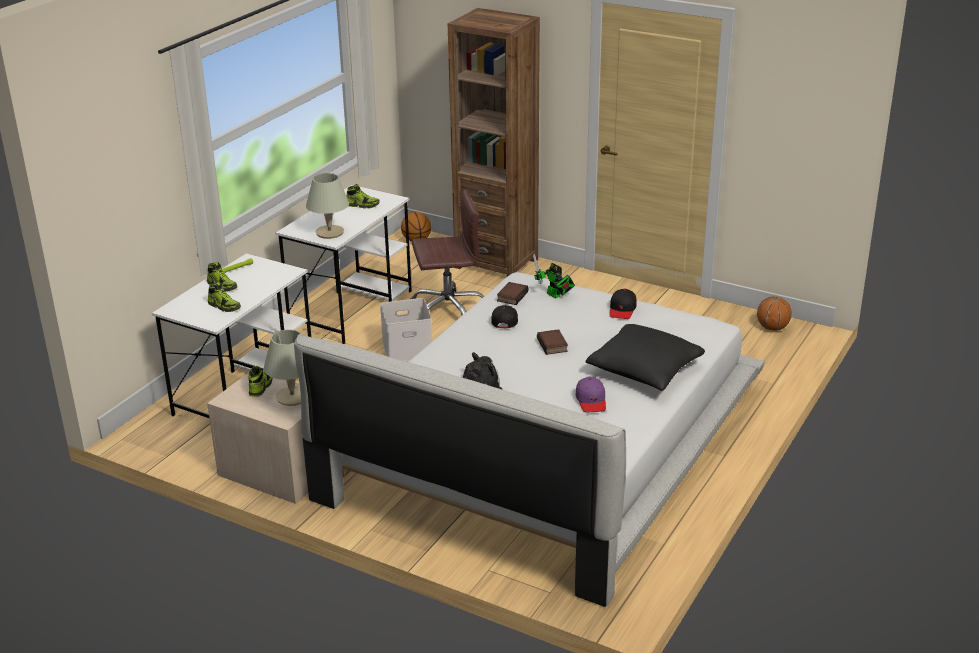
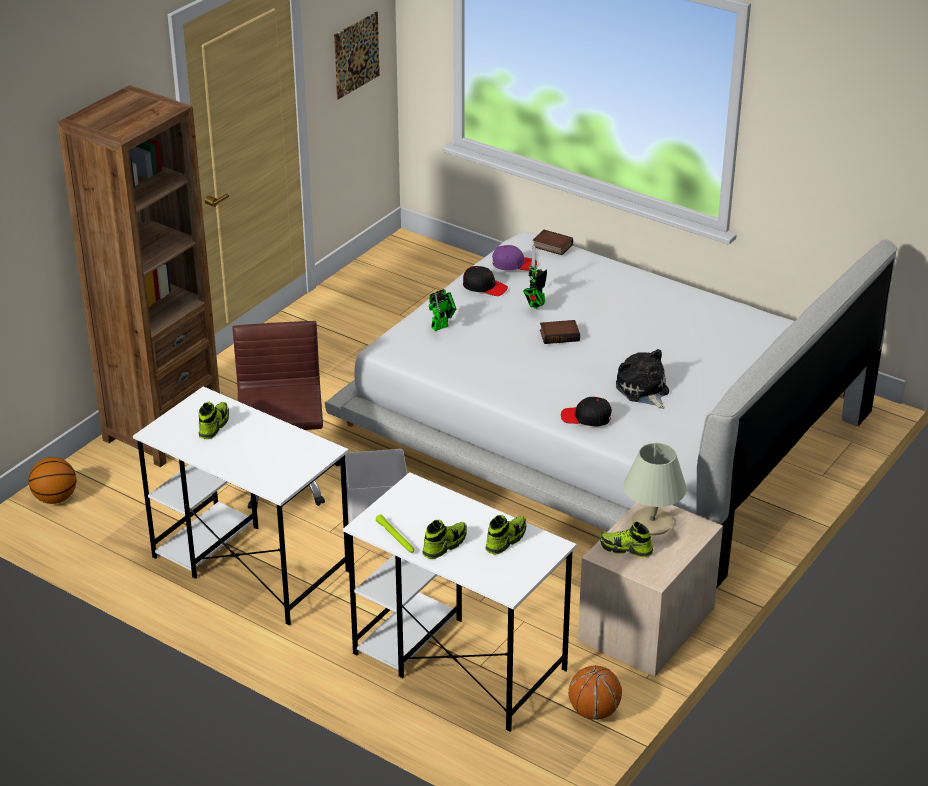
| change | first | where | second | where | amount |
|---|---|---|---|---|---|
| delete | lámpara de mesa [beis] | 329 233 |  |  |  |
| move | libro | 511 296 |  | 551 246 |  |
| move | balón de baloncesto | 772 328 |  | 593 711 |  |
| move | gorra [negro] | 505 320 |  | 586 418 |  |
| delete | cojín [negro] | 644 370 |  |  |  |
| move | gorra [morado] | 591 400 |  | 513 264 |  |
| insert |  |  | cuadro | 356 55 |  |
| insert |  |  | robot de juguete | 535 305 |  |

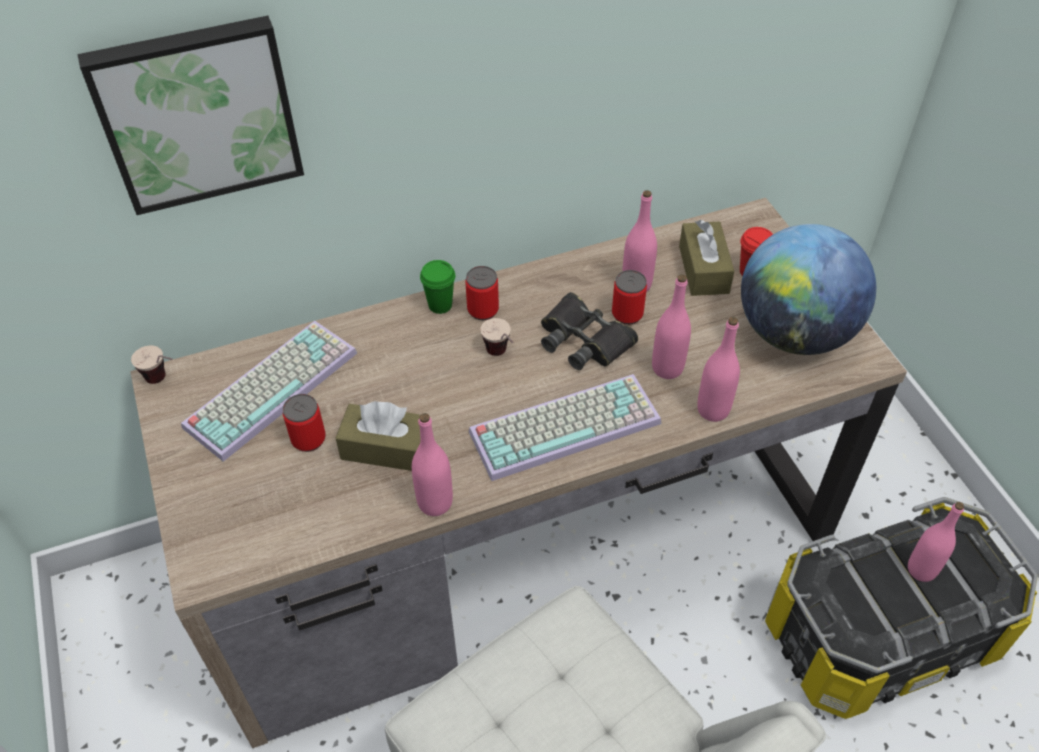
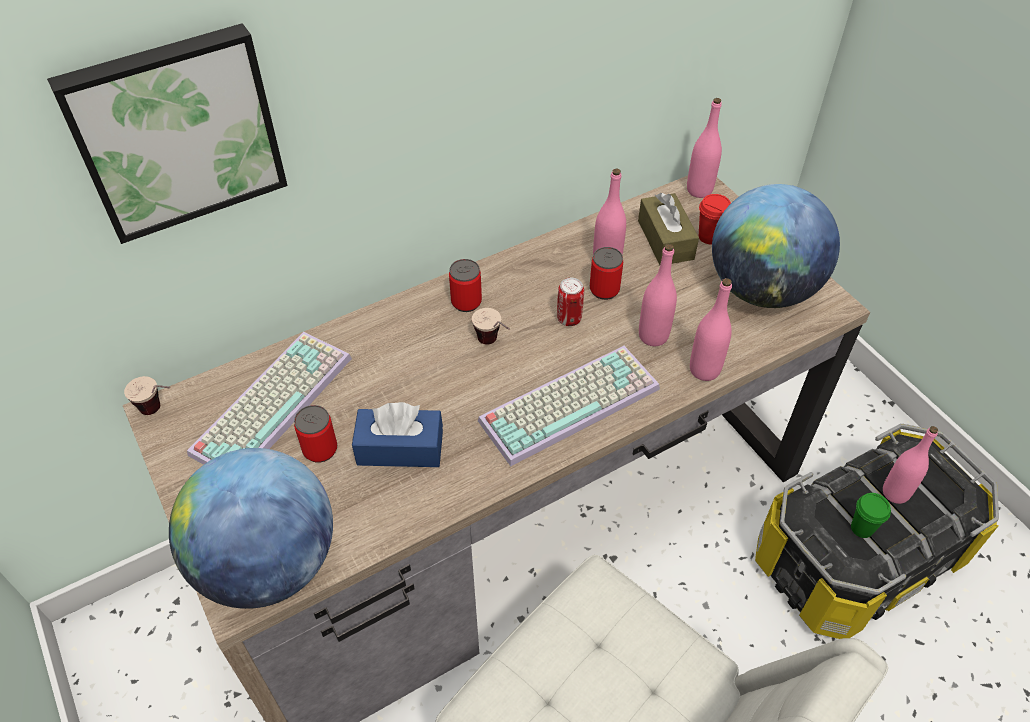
| change | first | where | second | where | amount |
|---|---|---|---|---|---|
| move | taza [verde] | 440 305 |  | 862 528 |  |
| replace | prismáticos [negro] | 584 340 | lata | 569 319 |  |
| recolor | caja de pañuelos [marrón] | 386 448 | caja de pañuelos [azul] | 400 448 |  |
| move | botella [rosa] | 435 502 |  | 699 190 |  |
| insert |  |  | globo terráqueo | 268 564 |  |

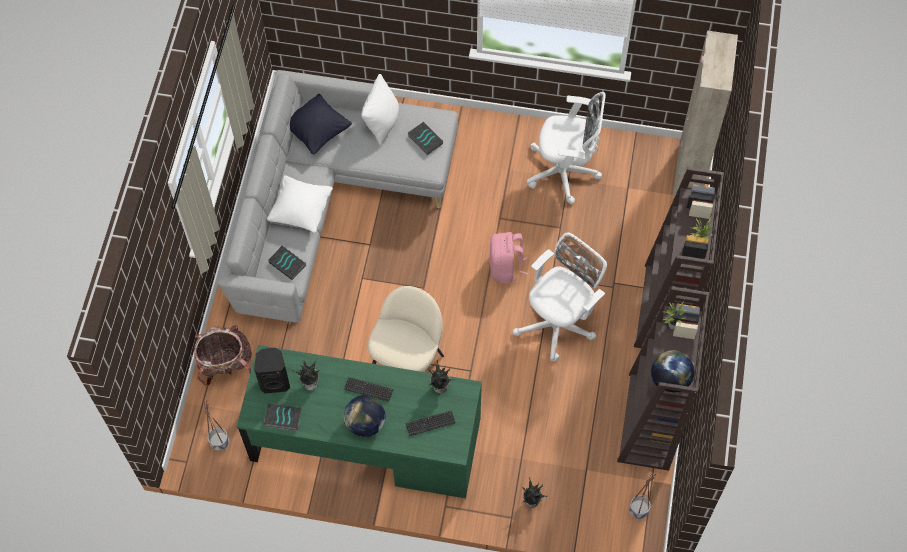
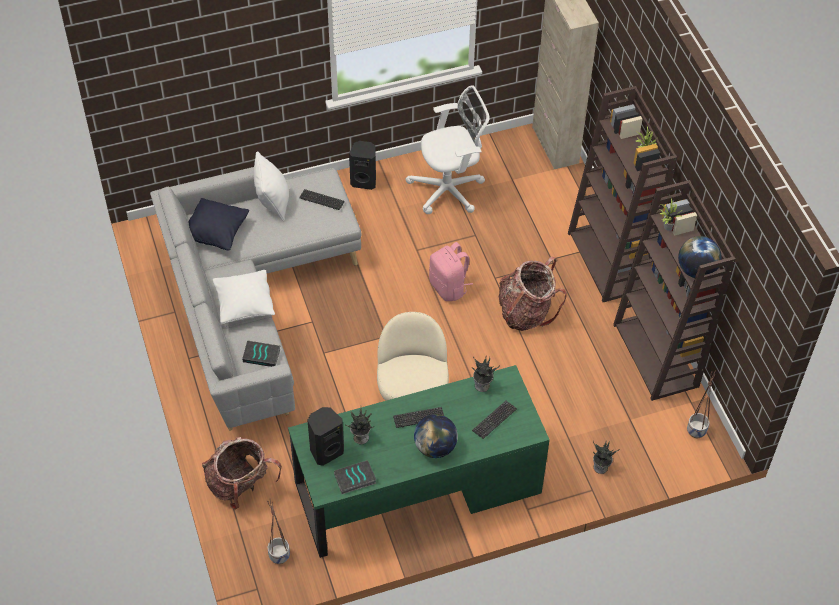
| change | first | where | second | where | amount |
|---|---|---|---|---|---|
| replace | libro | 424 140 | teclado | 322 200 |  |
| replace | silla de oficina [blanco] | 559 323 | mochila | 526 312 |  |
| insert |  |  | altavoz [negro] | 364 181 |  |

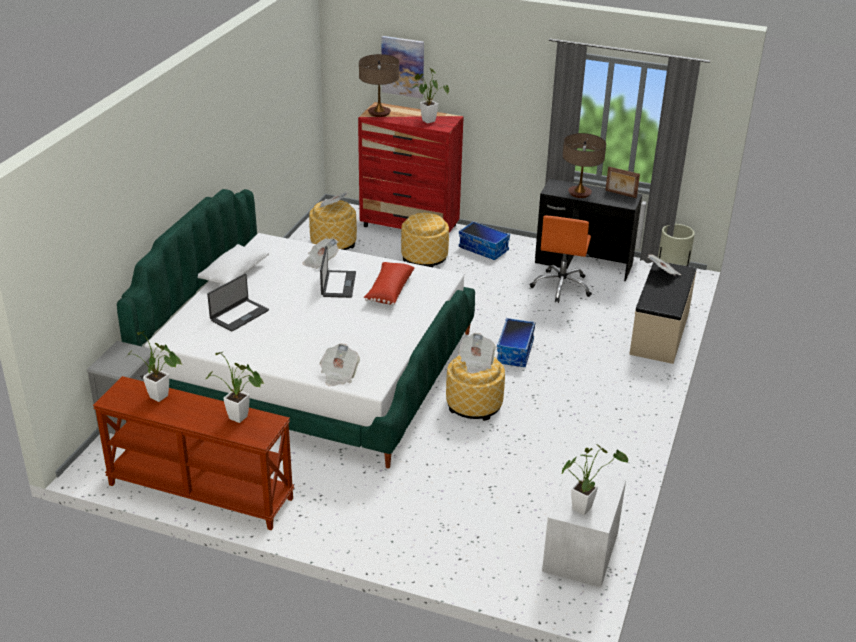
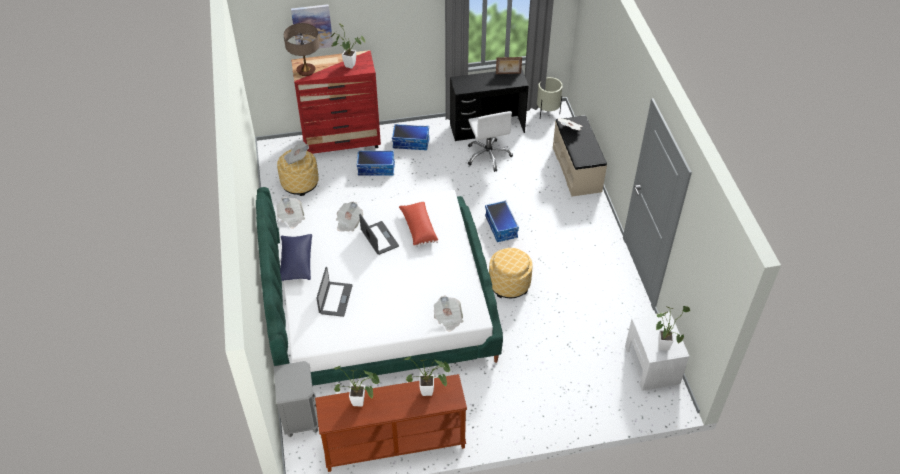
| change | first | where | second | where | amount |
|---|---|---|---|---|---|
| delete | lámpara de mesa | 579 193 |  |  |  |
| replace | puf | 424 257 | caja de almacenaje | 376 168 |  |
| recolor | silla de oficina [naranja] | 561 287 | silla de oficina [blanco] | 488 155 |  |
| recolor | cojín [blanco] | 233 274 | cojín [azul] | 296 263 |  |
| move | periódico | 476 362 |  | 291 217 |  |

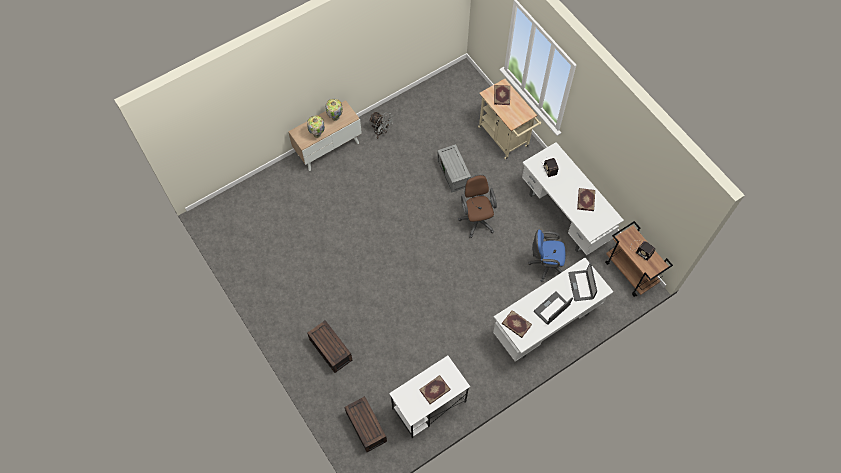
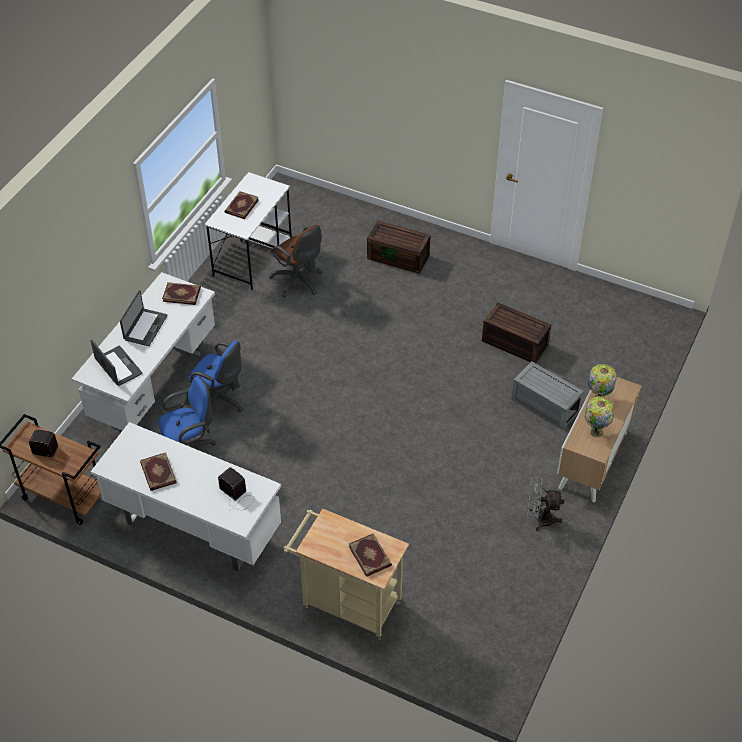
| change | first | where | second | where | amount |
|---|---|---|---|---|---|
| move | caja de almacenaje [gris] | 454 173 |  | 544 405 |  |
| move | silla de oficina [marrón] | 476 219 |  | 299 282 |  |
| move | caja de almacenaje [marrón] | 367 427 |  | 513 343 |  |
| insert |  |  | silla de oficina [azul] | 219 402 |  |

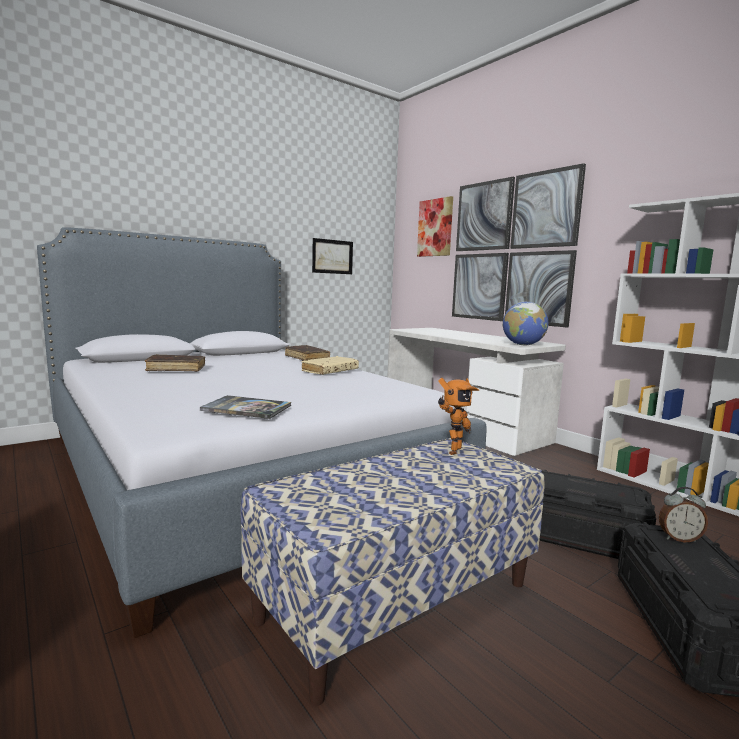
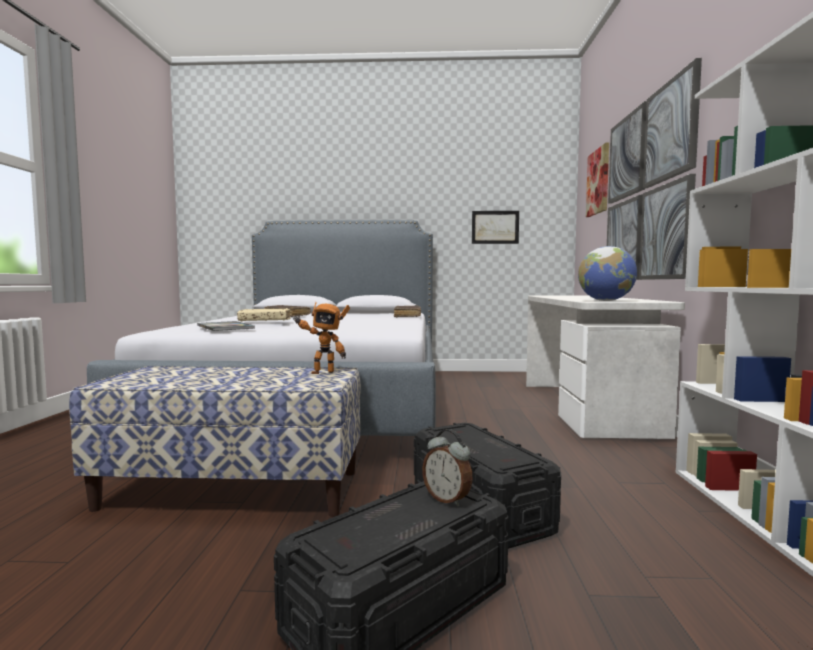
| change | first | where | second | where | amount |
|---|---|---|---|---|---|
| move | libro [beis] | 330 371 |  | 265 321 |  |

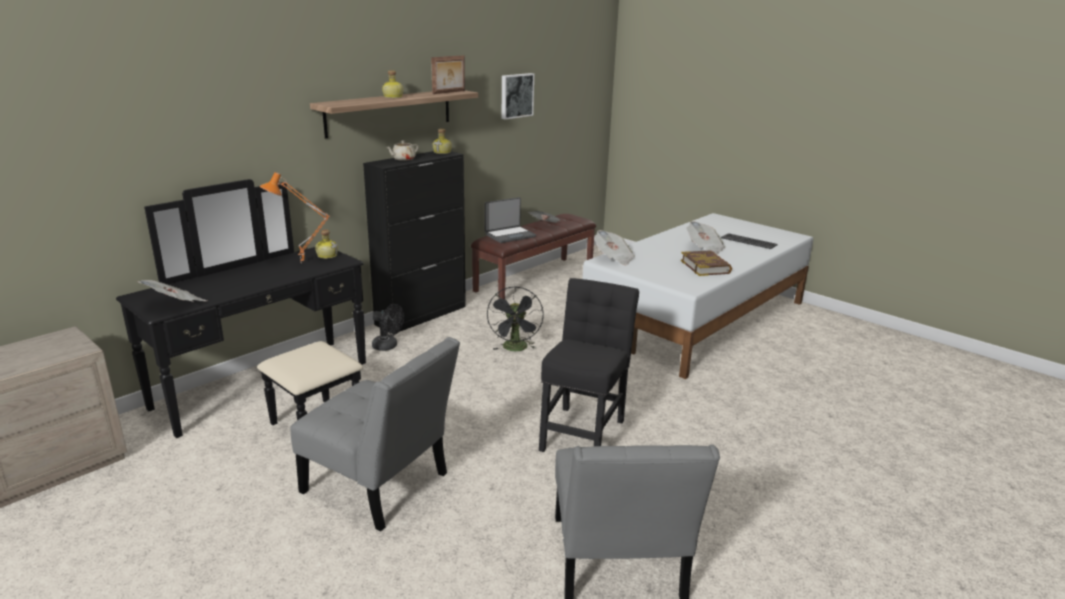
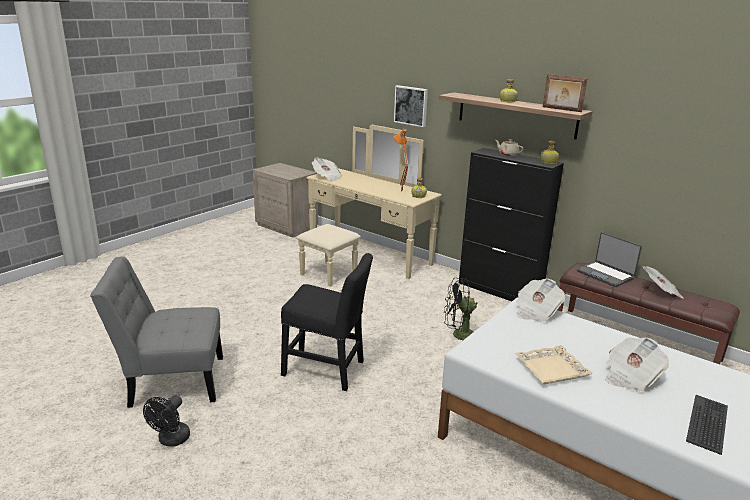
| change | first | where | second | where | amount |
|---|---|---|---|---|---|
| move | cuadro | 516 95 |  | 411 105 |  |
| recolor | cómoda [negro] | 275 393 | cómoda [beis] | 361 258 |  |
| replace | libro | 705 267 | bandeja [beis] | 551 369 |  |
| move | ventilador [negro] | 388 346 |  | 171 440 |  |
| delete | silla [gris] | 381 486 |  |  |  |

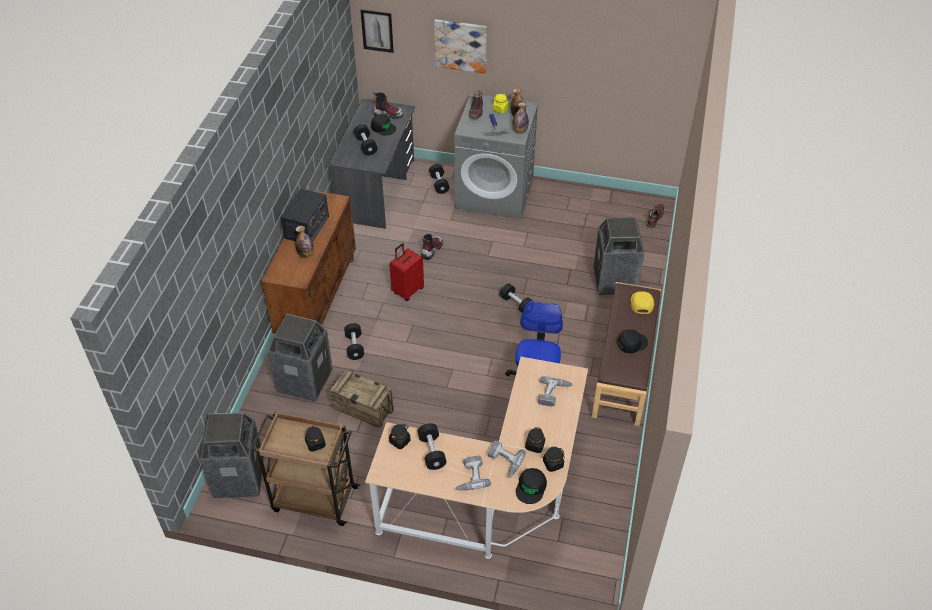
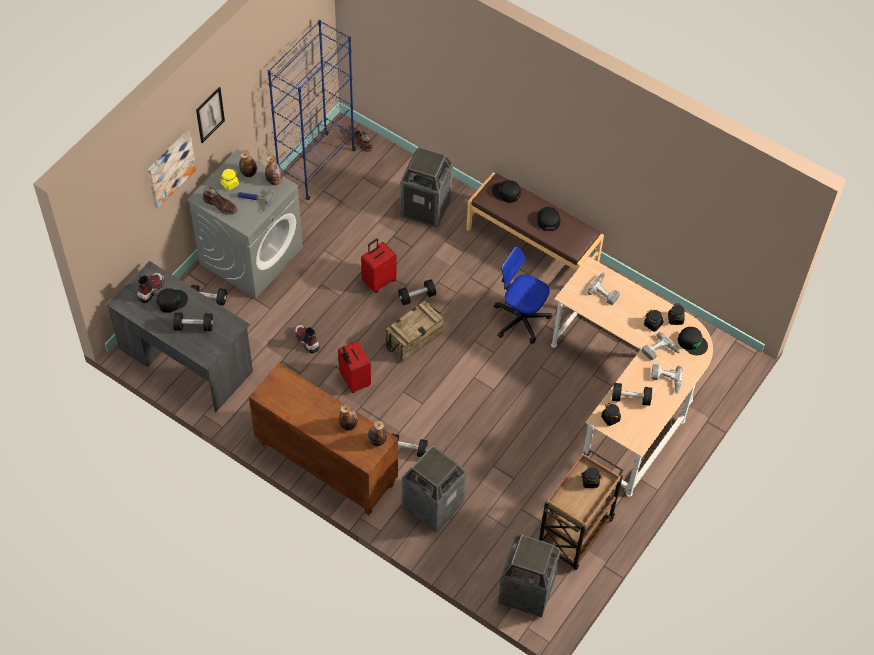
| change | first | where | second | where | amount |
|---|---|---|---|---|---|
| move | cuadro | 377 31 |  | 210 115 |  |
| delete | radio | 306 227 |  |  |  |
| recolor | gorra [amarillo] | 641 303 | gorra [negro] | 506 192 |  |
| move | caja de embalaje | 363 408 |  | 414 339 |  |
| insert |  |  | estantería [azul] | 316 166 |  |
| insert |  |  | maleta [rojo] | 378 281 |  |
| insert |  |  | botella | 377 441 |  |

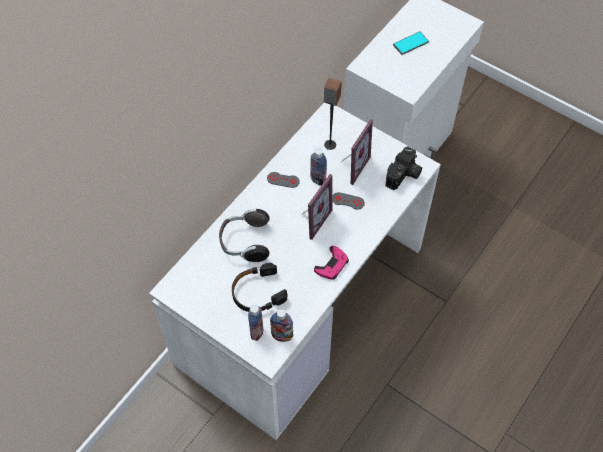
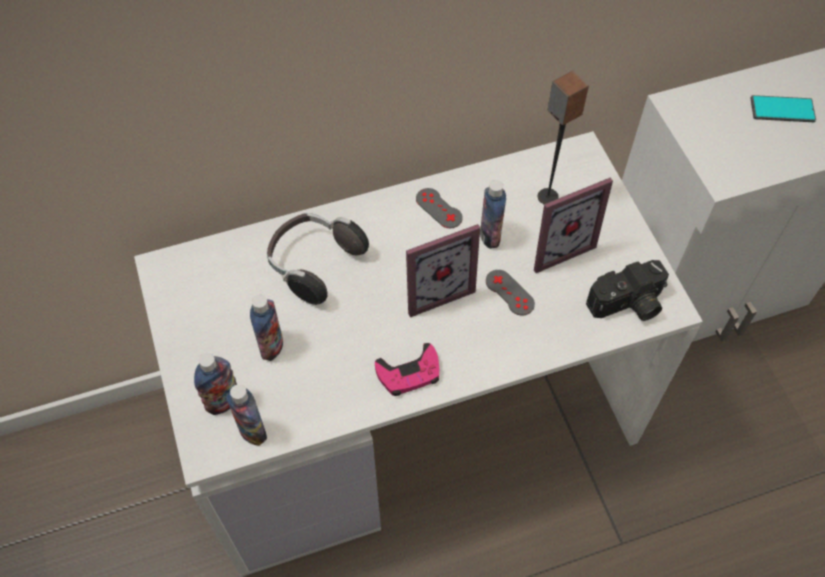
| change | first | where | second | where | amount |
|---|---|---|---|---|---|
| replace | auriculares [negro] | 257 293 | botella | 271 346 |  |

